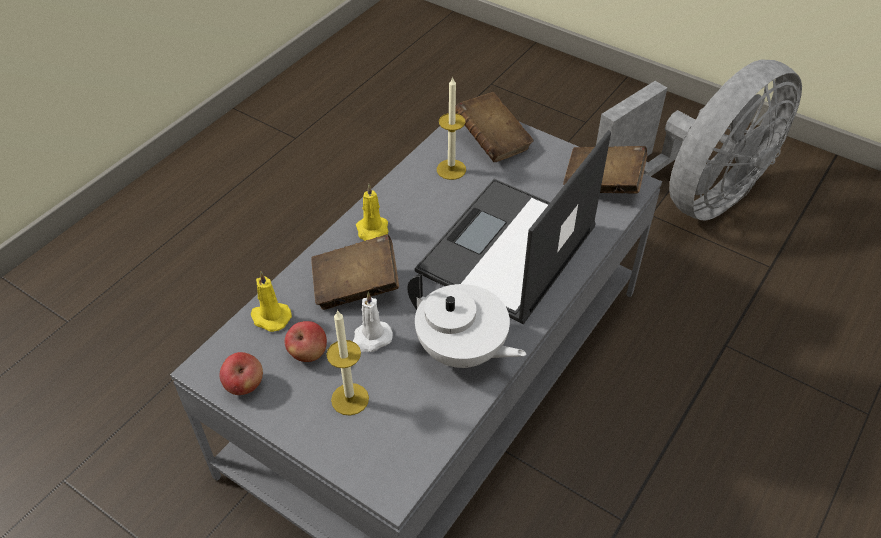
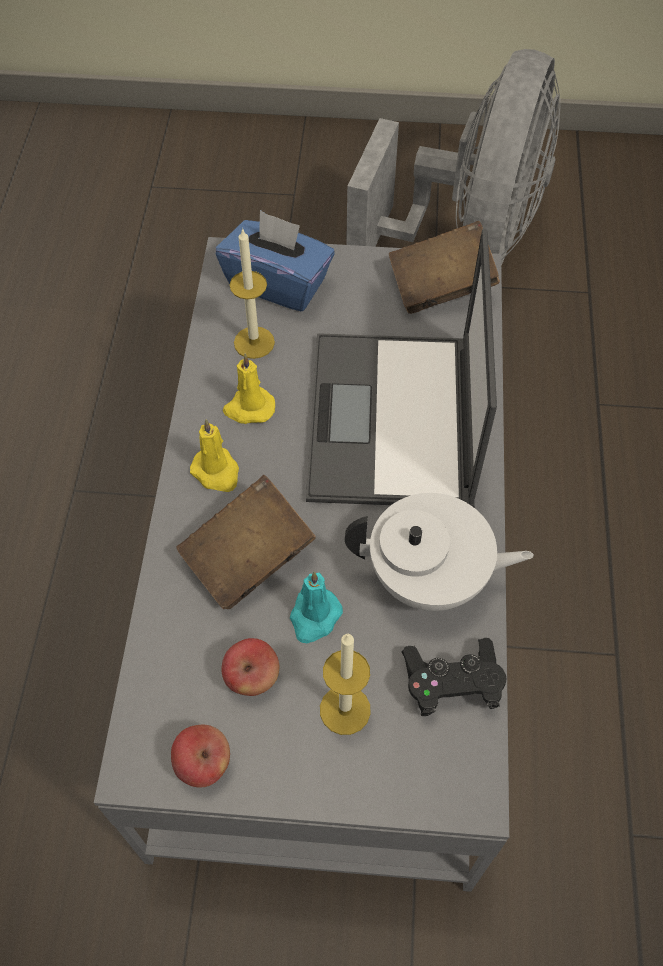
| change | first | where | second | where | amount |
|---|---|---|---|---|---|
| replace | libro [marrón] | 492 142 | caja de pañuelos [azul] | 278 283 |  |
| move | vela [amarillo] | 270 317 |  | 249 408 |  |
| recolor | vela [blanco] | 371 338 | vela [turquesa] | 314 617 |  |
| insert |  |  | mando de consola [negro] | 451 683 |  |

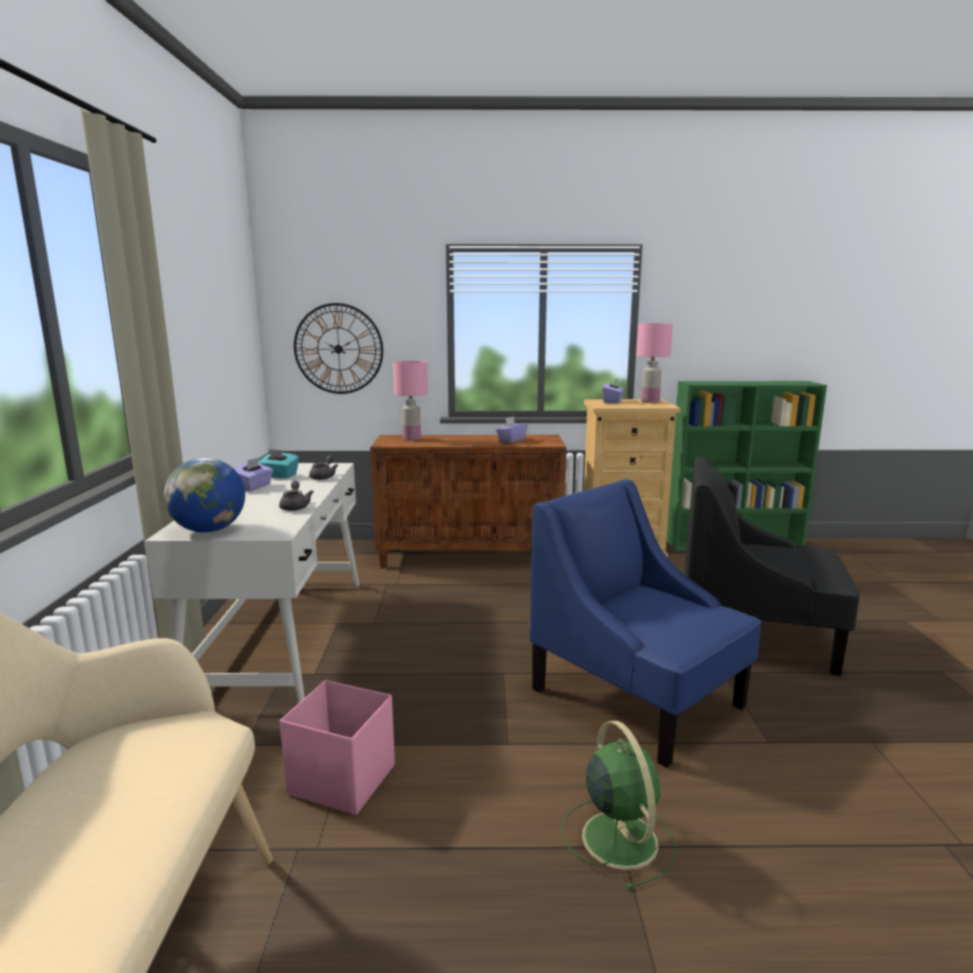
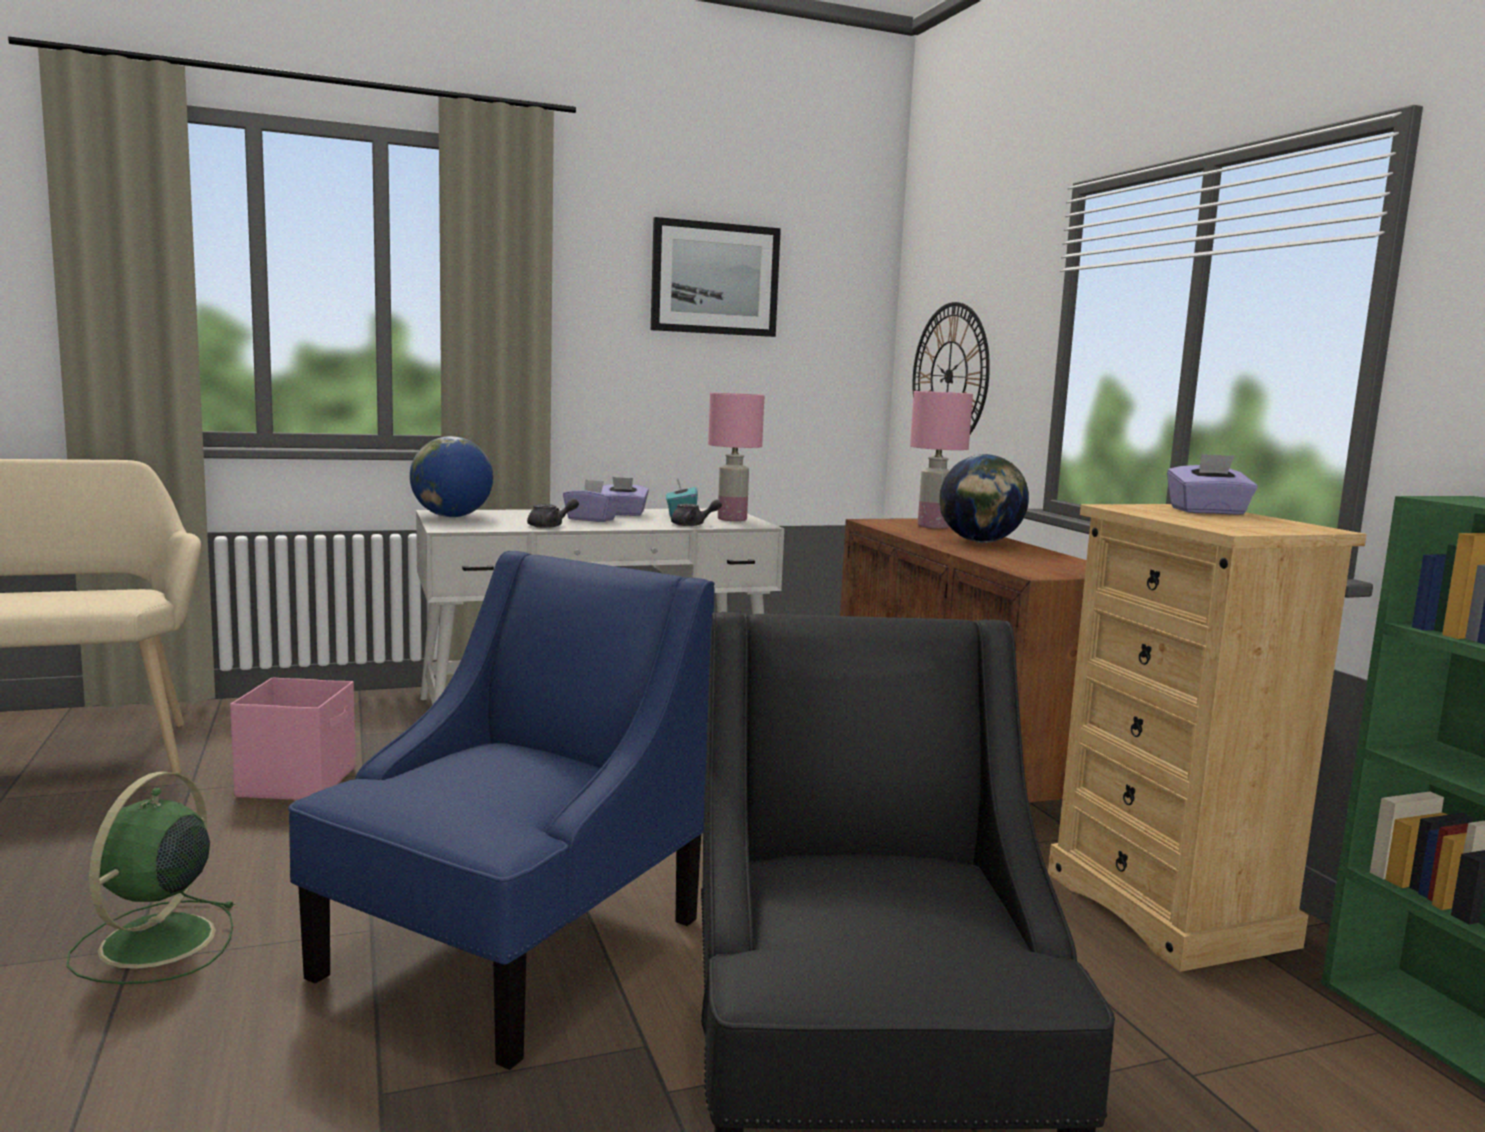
| change | first | where | second | where | amount |
|---|---|---|---|---|---|
| move | lámpara de mesa [rosa] | 650 401 |  | 733 519 |  |
| move | caja de pañuelos [morado] | 511 440 |  | 591 519 |  |
| rotate | ventilador [verde] | 618 837 |  | 154 943 | 135 degrees clockwise |
| insert |  |  | cuadro | 715 279 |  |
| insert |  |  | globo terráqueo | 980 542 |  |

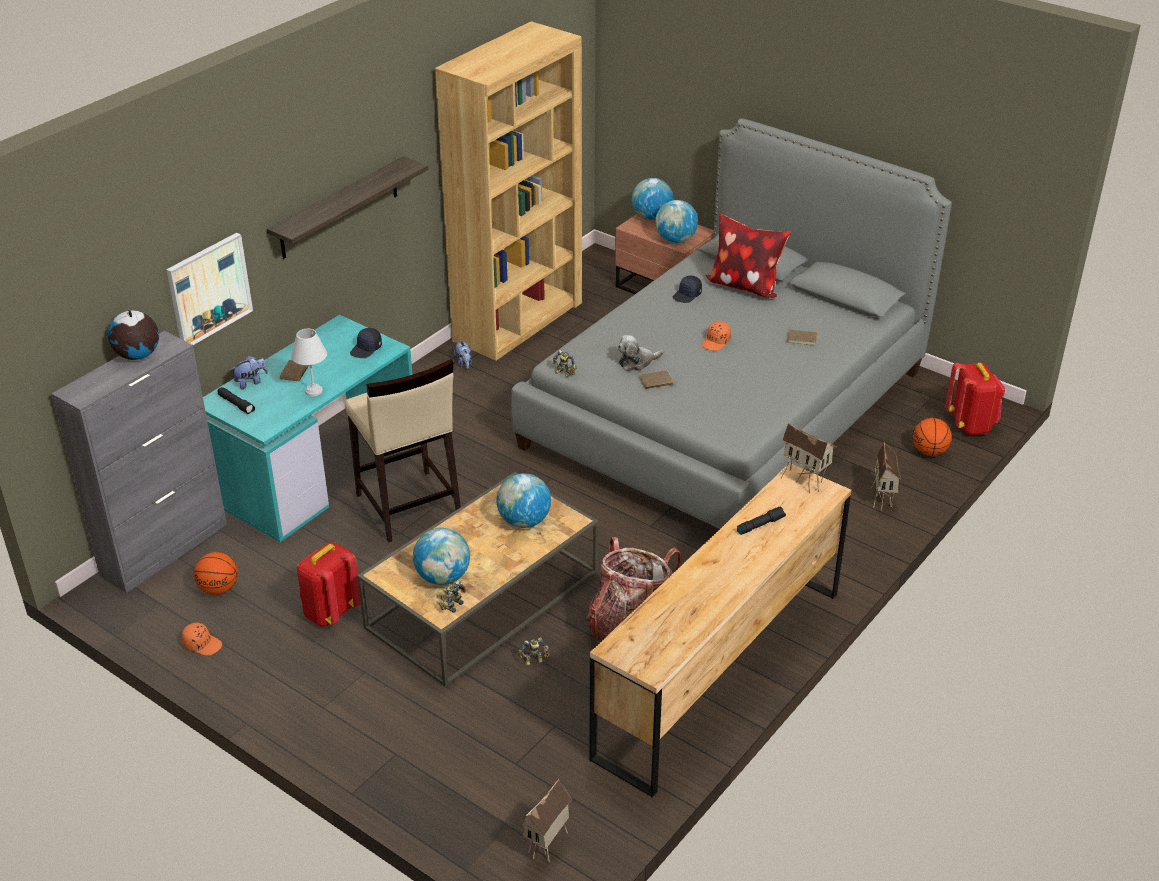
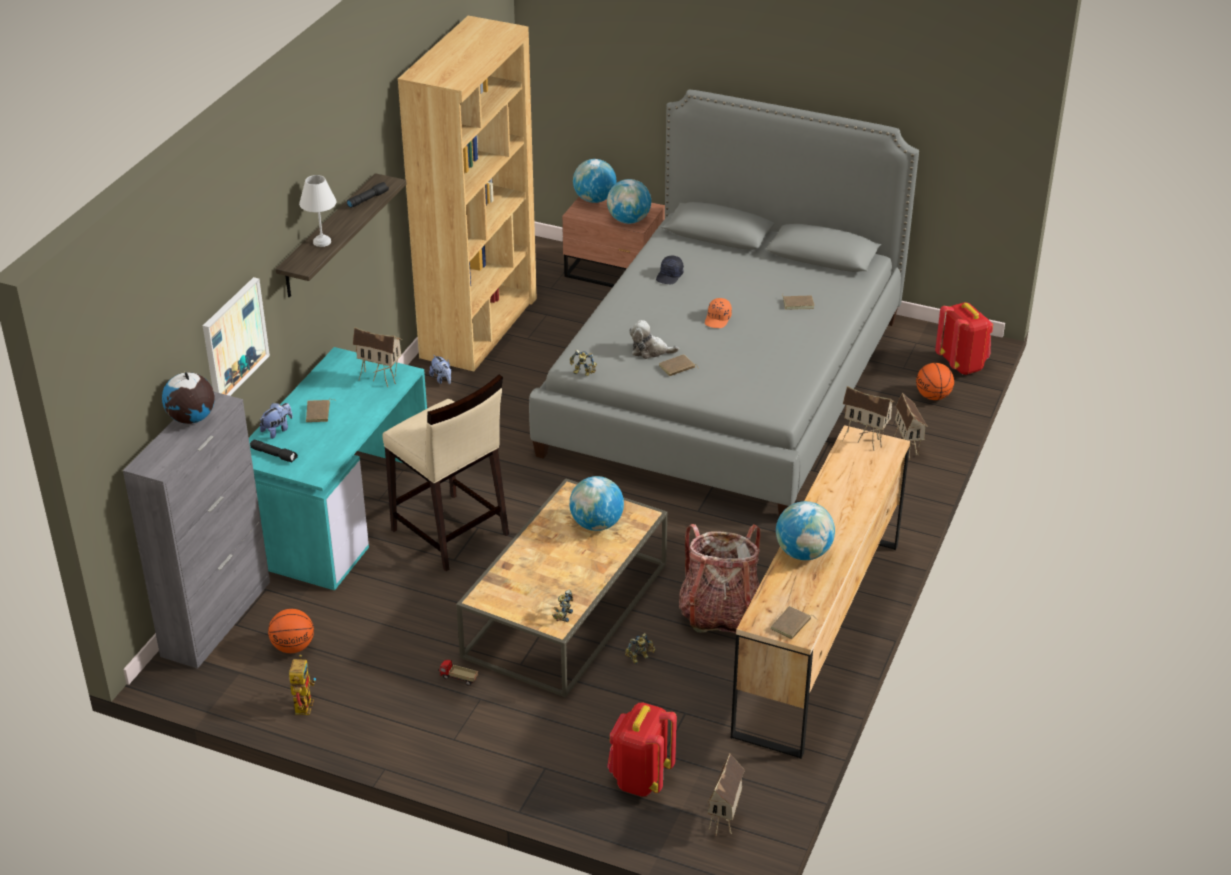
| change | first | where | second | where | amount |
|---|---|---|---|---|---|
| delete | cojín | 744 286 |  |  |  |
| replace | gorra [negro] | 366 349 | casita | 380 378 |  |
| move | lámpara de mesa [blanco] | 314 391 |  | 322 242 |  |
| rotate | peluche | 637 362 |  | 650 351 | 45 degrees clockwise |
| move | linterna [negro] | 760 524 |  | 367 199 |  |
| move | globo terráqueo | 443 577 |  | 803 553 |  |
| move | mochila [rojo] | 330 612 |  | 640 778 |  |
| replace | gorra [naranja] | 202 644 | robot de juguete | 303 703 |  |
| insert |  |  | libro [marrón] | 791 625 |  |
| insert |  |  | camión de juguete | 458 678 |  |

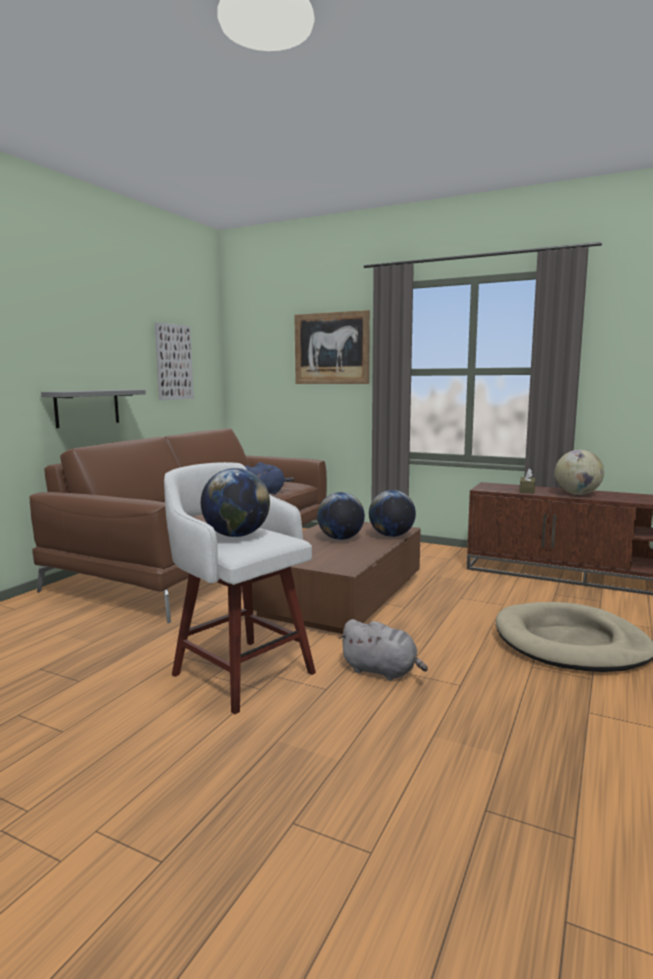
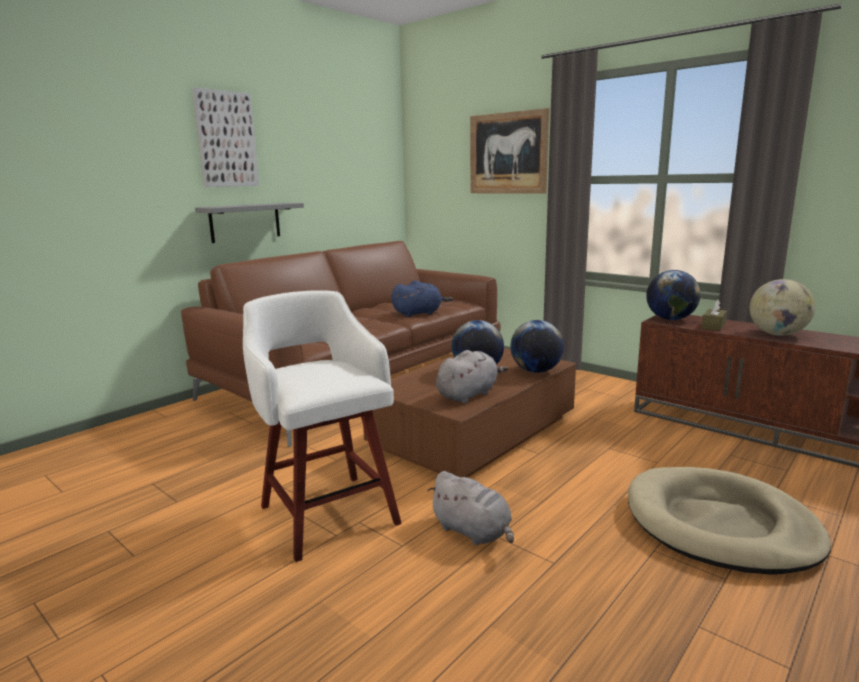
| change | first | where | second | where | amount |
|---|---|---|---|---|---|
| move | cuadro | 173 362 |  | 226 139 |  |
| move | globo terráqueo | 236 535 |  | 670 319 |  |
| insert |  |  | peluche [gris] | 468 394 |  |

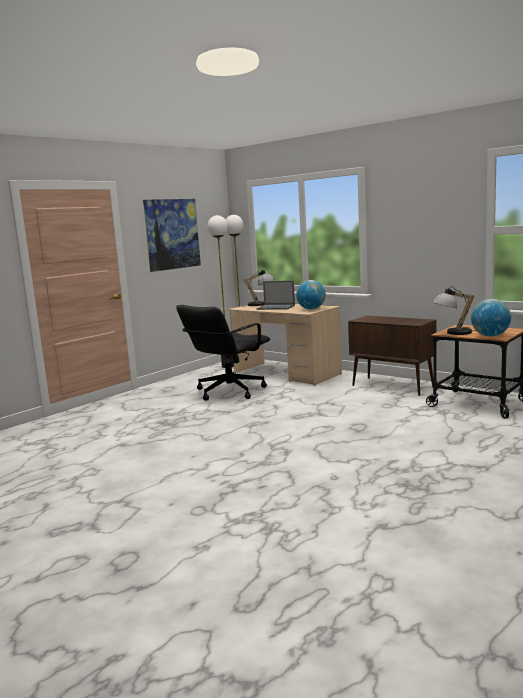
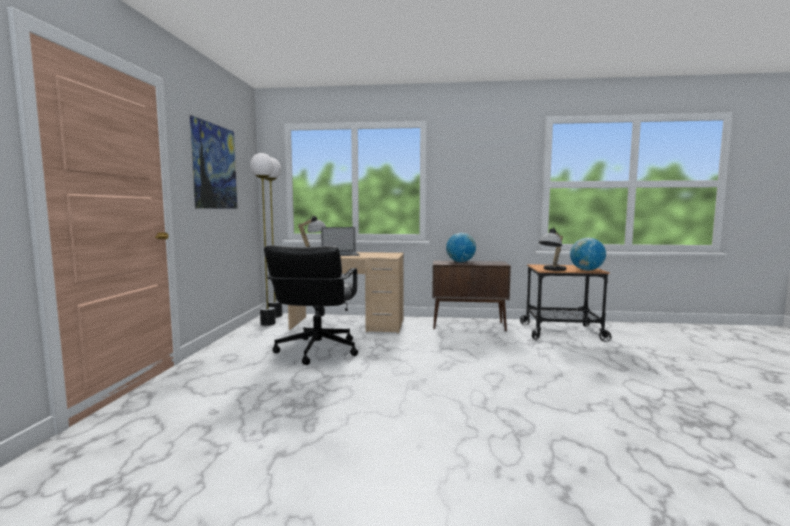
| change | first | where | second | where | amount |
|---|---|---|---|---|---|
| move | globo terráqueo | 311 309 |  | 460 262 |  |

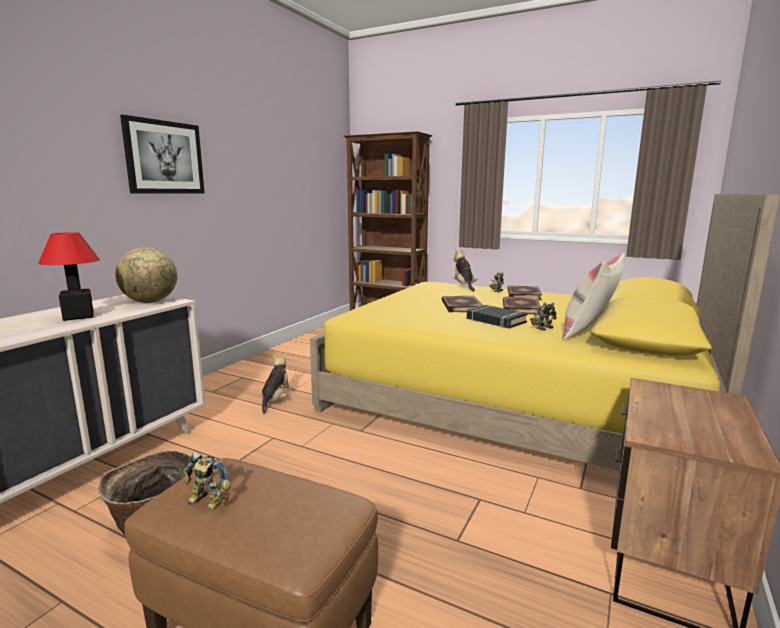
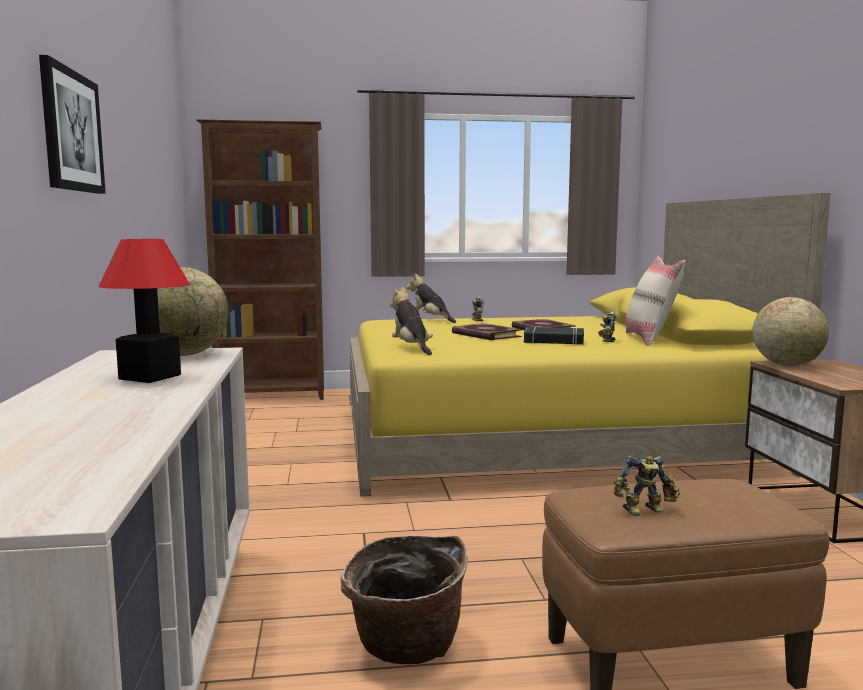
| change | first | where | second | where | amount |
|---|---|---|---|---|---|
| delete | libro | 523 295 |  |  |  |
| move | peluche | 276 400 |  | 411 348 |  |
| insert |  |  | globo terráqueo | 787 365 |  |

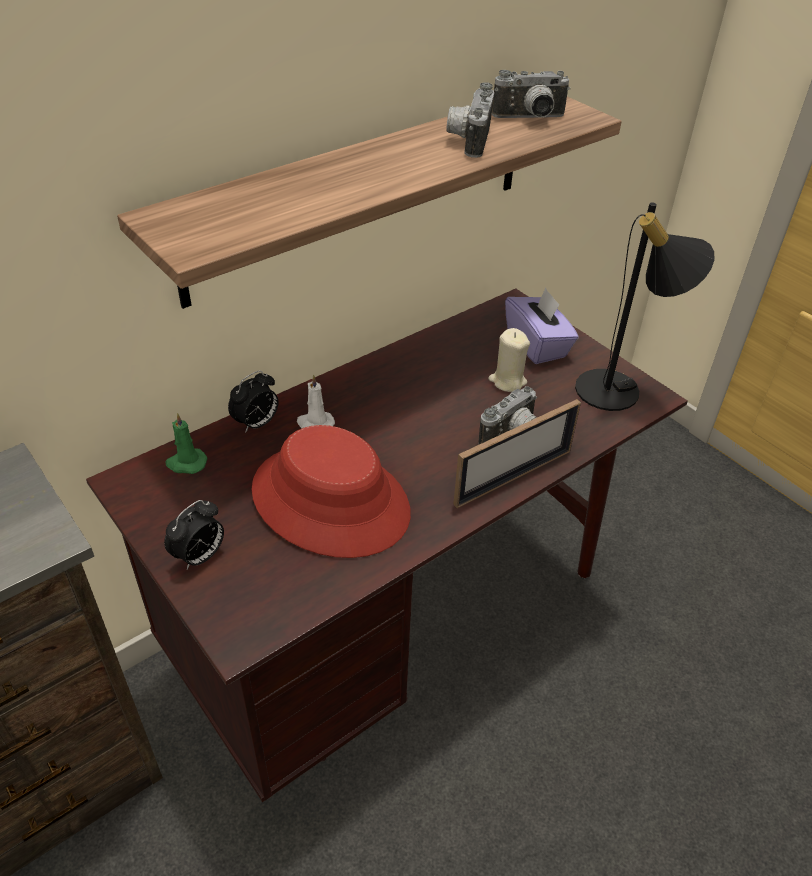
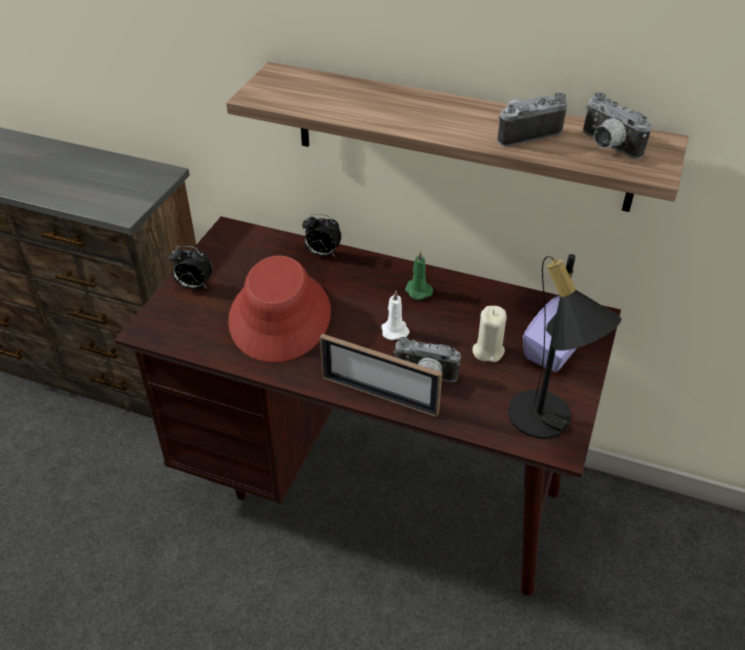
| change | first | where | second | where | amount |
|---|---|---|---|---|---|
| move | vela [blanco] | 315 424 |  | 394 330 |  |
| move | vela [verde] | 186 463 |  | 417 290 |  |

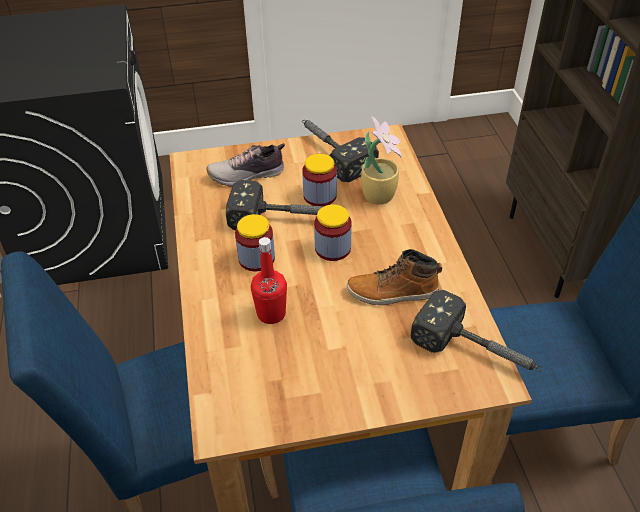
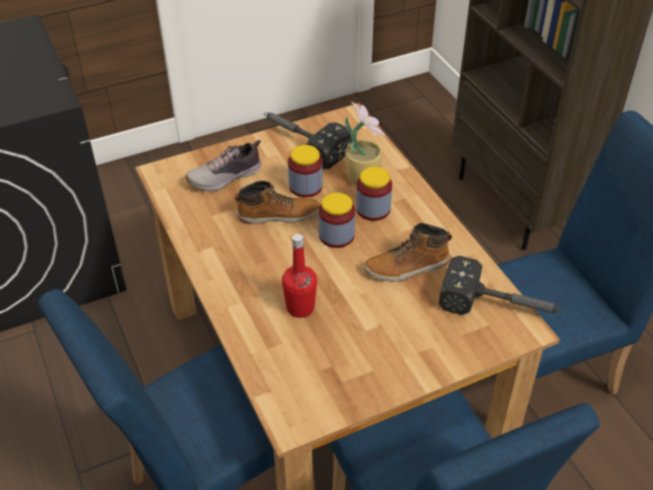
| change | first | where | second | where | amount |
|---|---|---|---|---|---|
| replace | martillo | 284 218 | bota | 279 214 |  |
| move | tarro | 256 258 |  | 373 209 |  |

